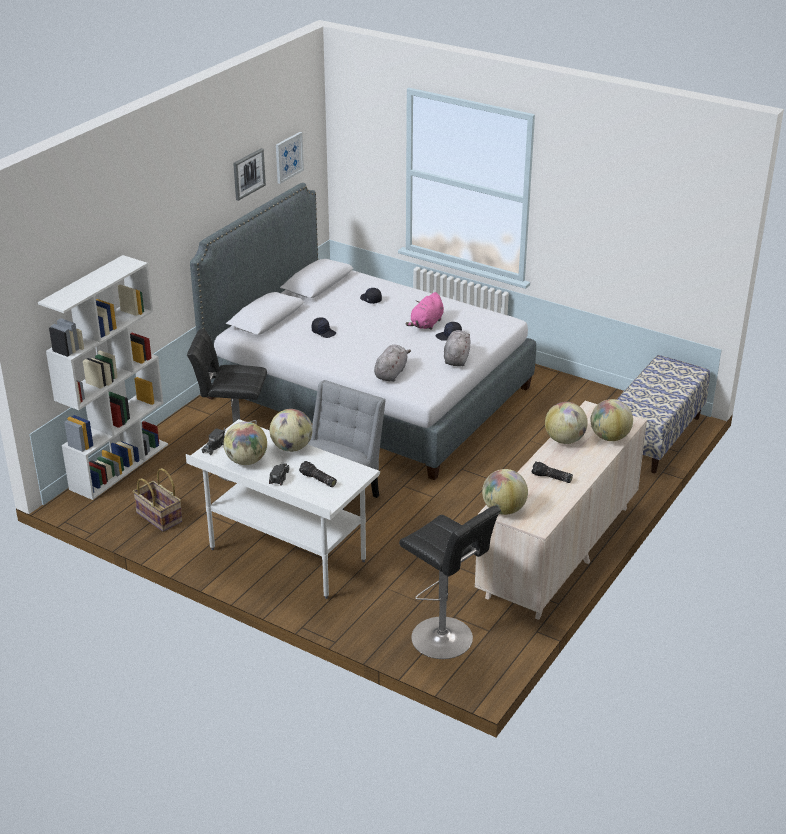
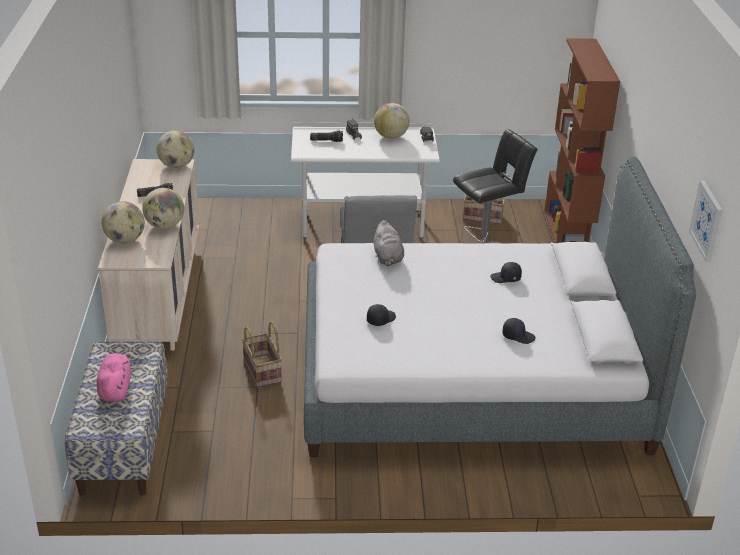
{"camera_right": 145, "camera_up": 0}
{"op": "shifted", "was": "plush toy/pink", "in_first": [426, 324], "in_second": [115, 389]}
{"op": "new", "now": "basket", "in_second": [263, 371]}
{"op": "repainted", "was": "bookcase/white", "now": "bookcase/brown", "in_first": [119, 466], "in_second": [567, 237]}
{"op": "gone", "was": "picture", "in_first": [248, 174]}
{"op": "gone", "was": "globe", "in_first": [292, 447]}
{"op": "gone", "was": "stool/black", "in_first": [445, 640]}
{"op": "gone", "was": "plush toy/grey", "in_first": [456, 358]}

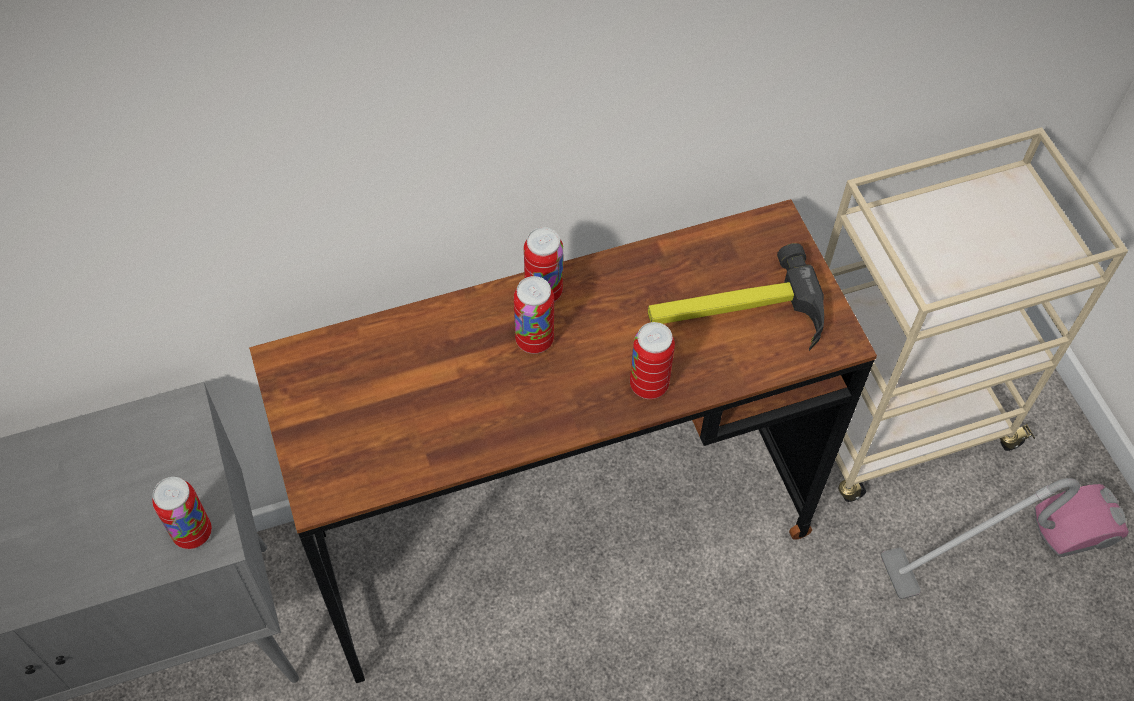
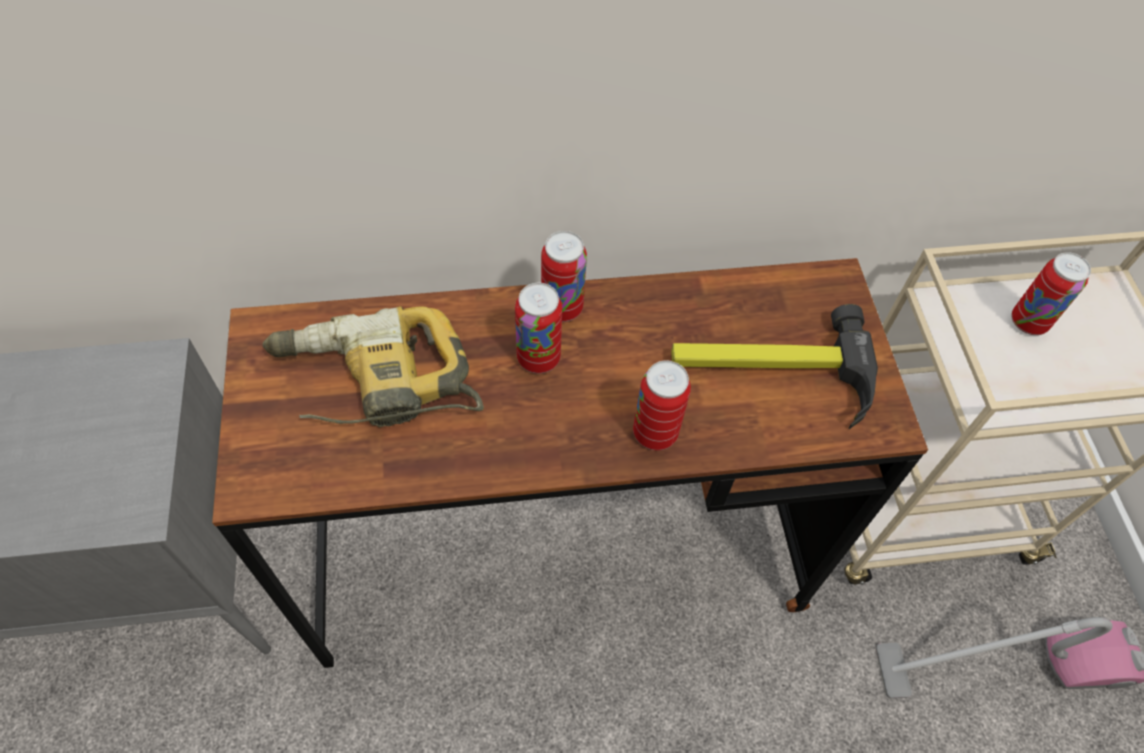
{"camera_right": 10, "camera_up": 0}
{"op": "new", "now": "power drill", "in_second": [374, 383]}
{"op": "shifted", "was": "can", "in_first": [192, 533], "in_second": [1028, 322]}

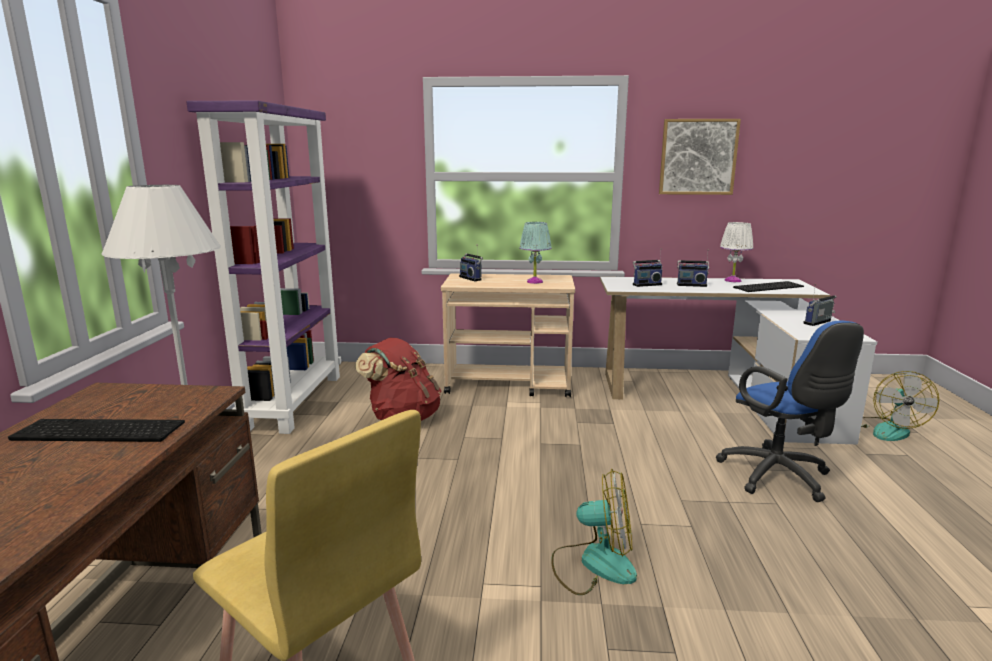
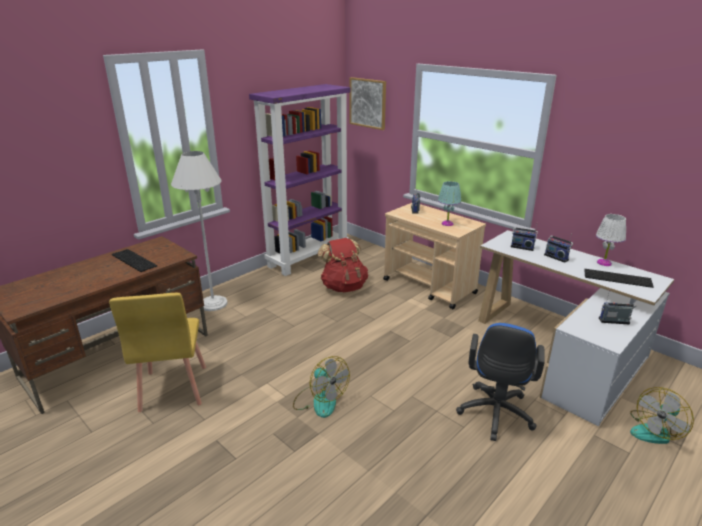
{"camera_right": 40, "camera_up": 10}
{"op": "shifted", "was": "picture", "in_first": [698, 157], "in_second": [368, 103]}

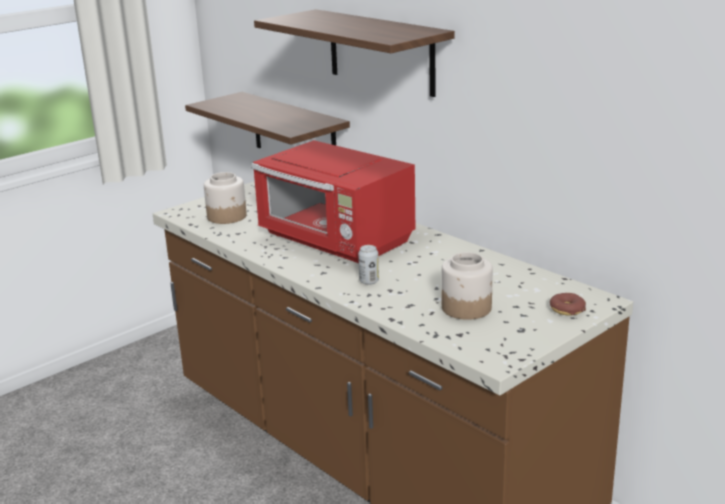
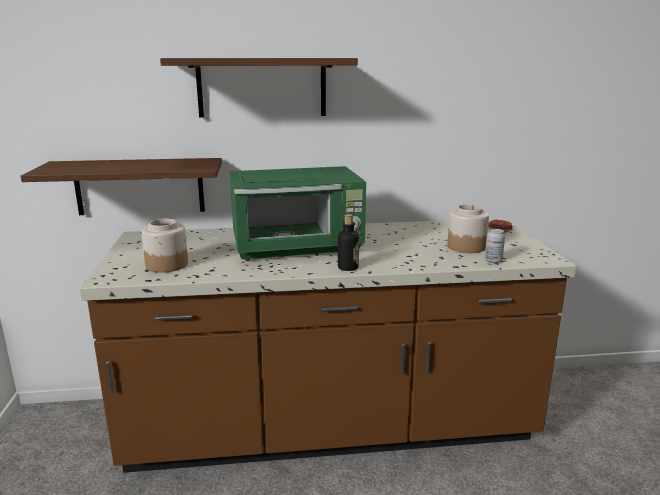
{"camera_right": -55, "camera_up": -5}
{"op": "repainted", "was": "microwave/red", "now": "microwave/green", "in_first": [336, 241], "in_second": [298, 248]}
{"op": "new", "now": "bottle", "in_second": [348, 267]}
{"op": "shifted", "was": "can", "in_first": [369, 281], "in_second": [493, 260]}

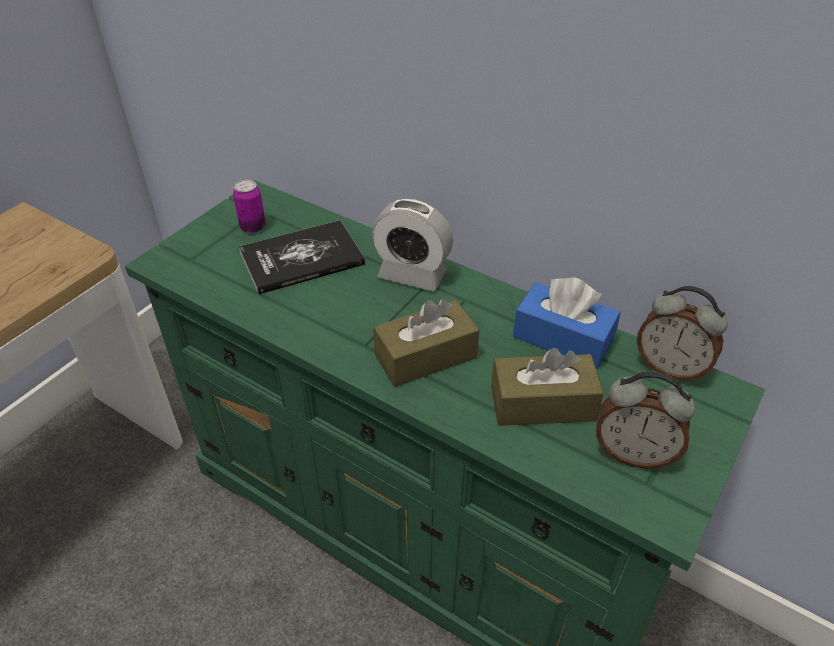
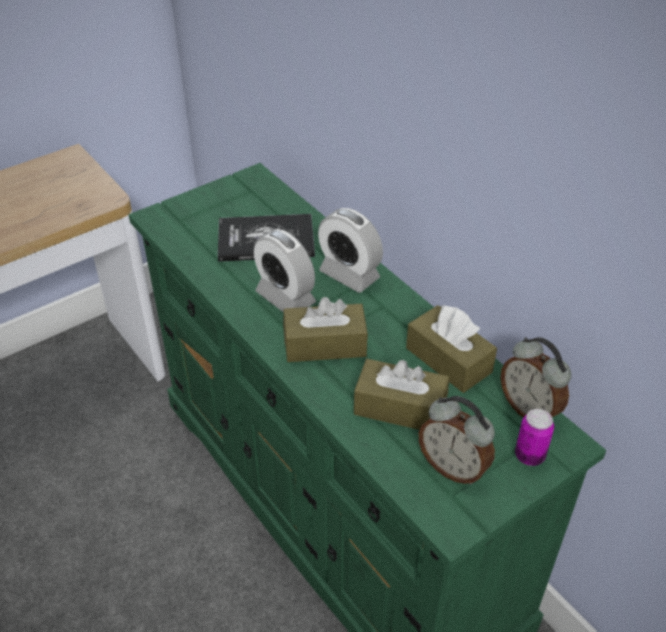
{"camera_right": 20, "camera_up": 0}
{"op": "new", "now": "alarm clock", "in_second": [285, 297]}
{"op": "repainted", "was": "tissue box/blue", "now": "tissue box/brown", "in_first": [562, 338], "in_second": [448, 360]}
{"op": "shifted", "was": "can", "in_first": [253, 227], "in_second": [529, 456]}

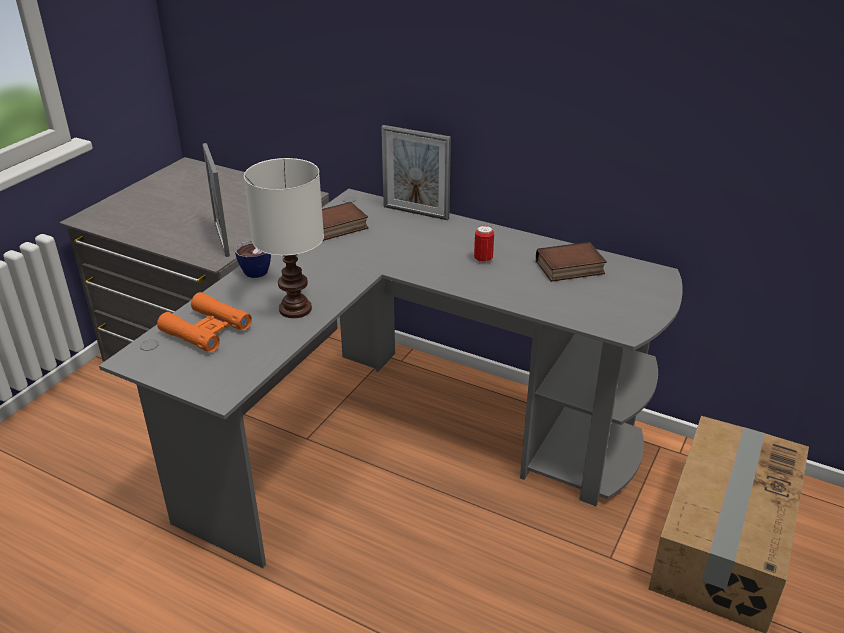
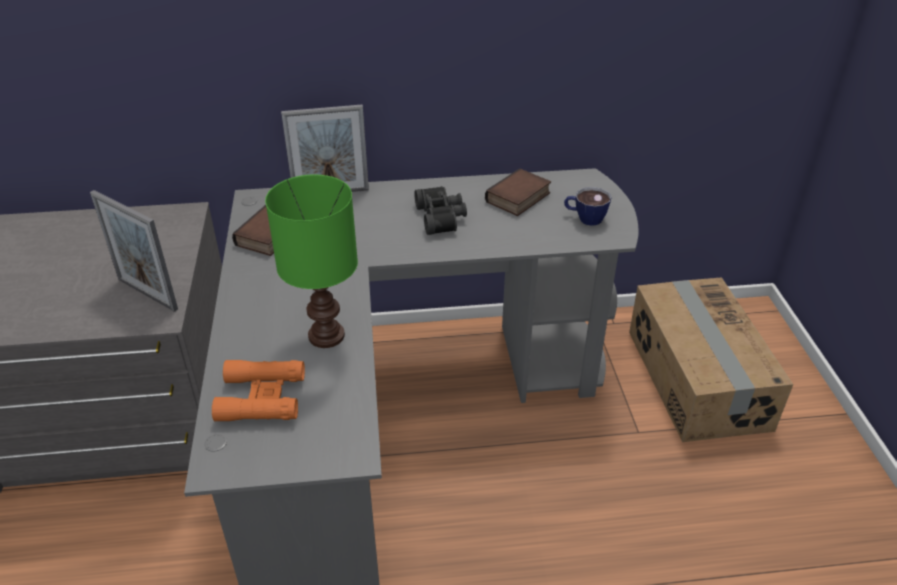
{"camera_right": -35, "camera_up": 5}
{"op": "repainted", "was": "table lamp/white", "now": "table lamp/green", "in_first": [294, 309], "in_second": [325, 336]}
{"op": "swapped", "was": "can", "now": "binoculars/black", "in_first": [483, 260], "in_second": [442, 217]}
{"op": "shifted", "was": "cup", "in_first": [253, 269], "in_second": [584, 218]}

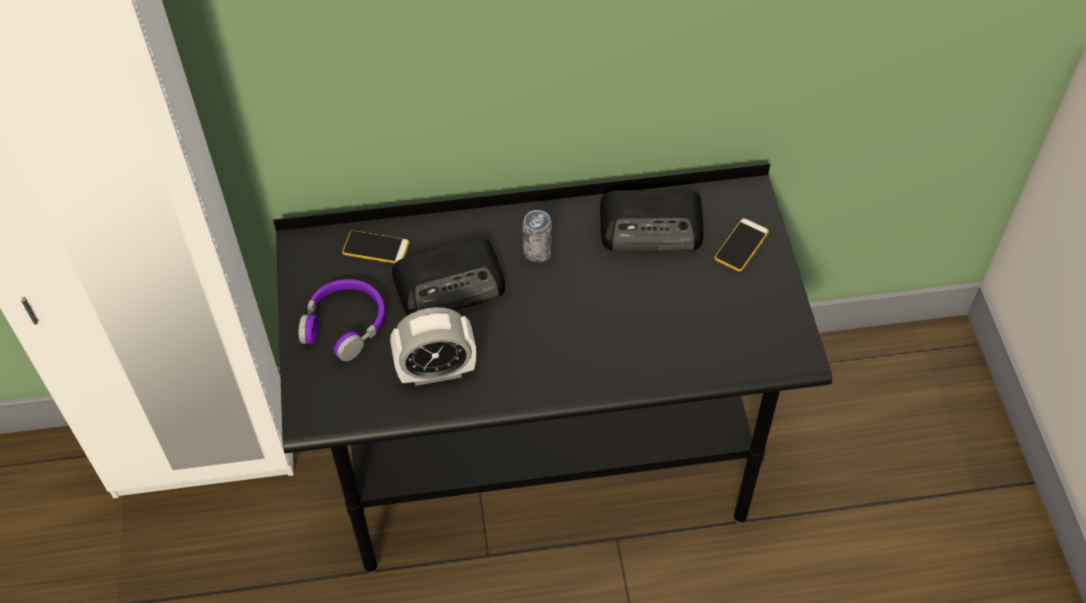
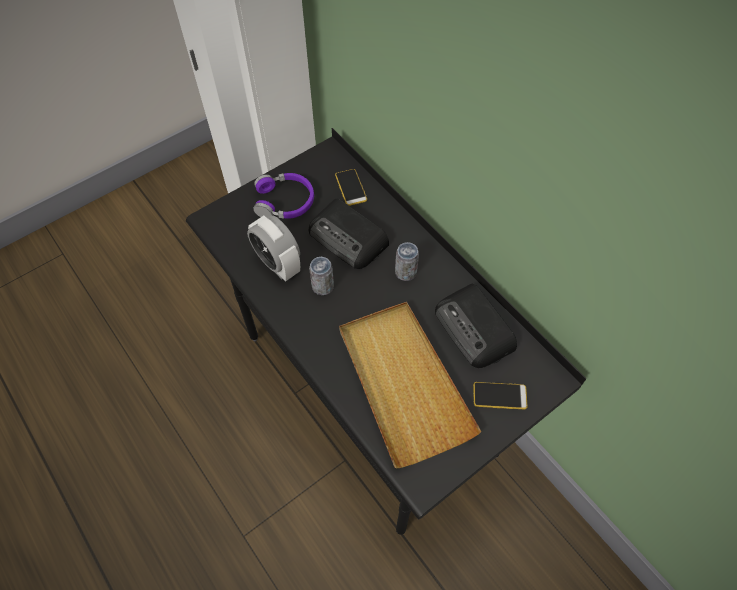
{"camera_right": 60, "camera_up": 5}
{"op": "new", "now": "can", "in_second": [322, 286]}
{"op": "new", "now": "tray/beige", "in_second": [403, 382]}

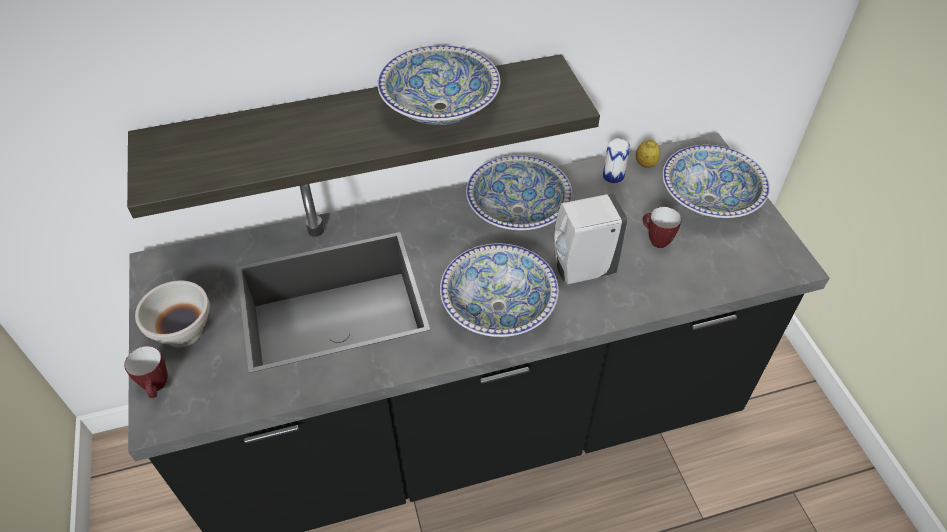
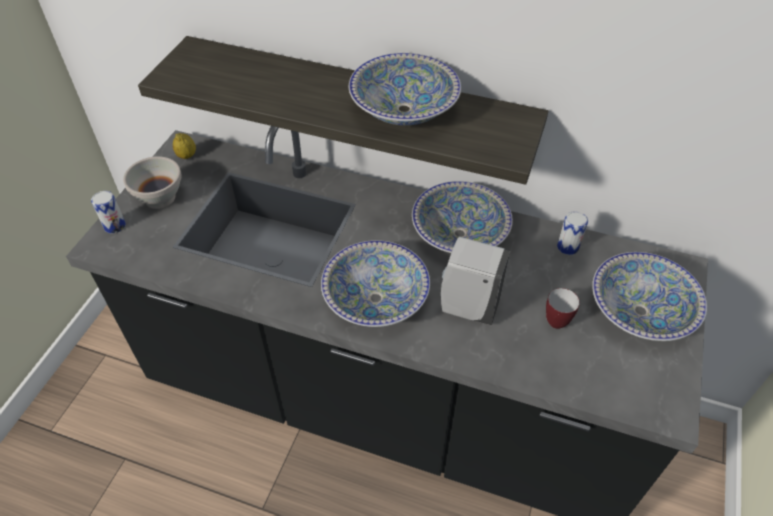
{"camera_right": 35, "camera_up": 0}
{"op": "swapped", "was": "mug", "now": "can", "in_first": [158, 388], "in_second": [115, 226]}
{"op": "shifted", "was": "lemon", "in_first": [645, 164], "in_second": [187, 156]}

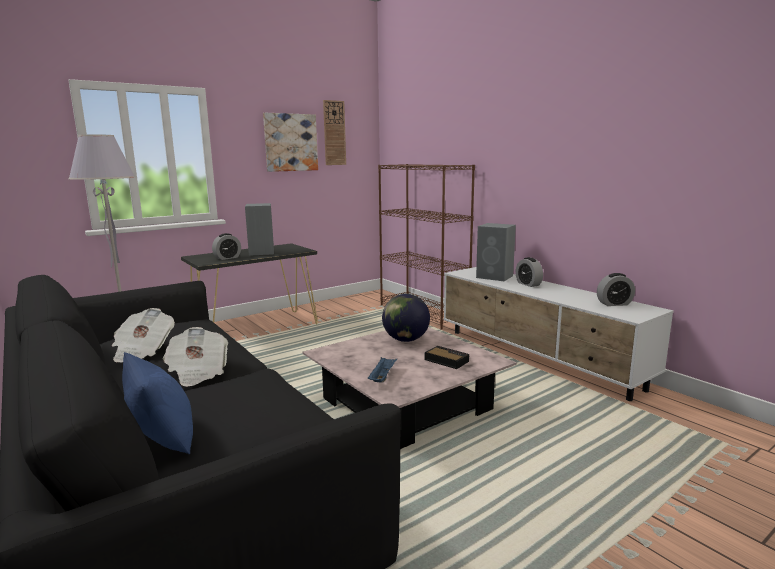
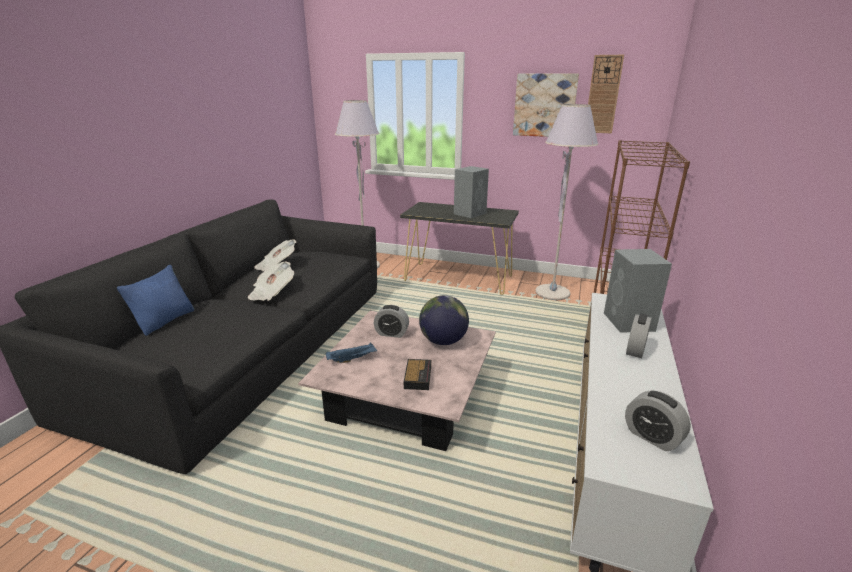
{"camera_right": 55, "camera_up": 10}
{"op": "shifted", "was": "alarm clock", "in_first": [227, 258], "in_second": [391, 333]}
{"op": "new", "now": "floor lamp/grey", "in_second": [552, 293]}

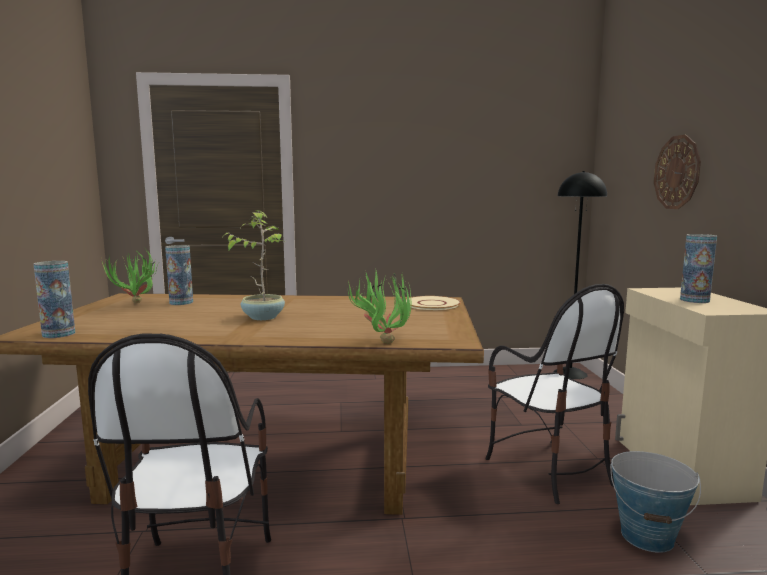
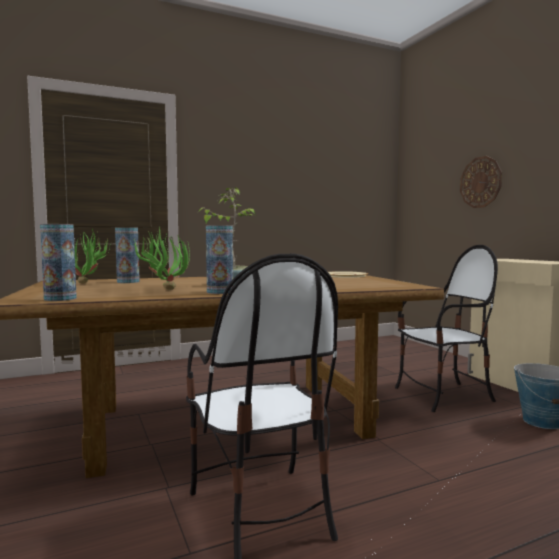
{"camera_right": -20, "camera_up": -5}
{"op": "shifted", "was": "potted plant", "in_first": [381, 341], "in_second": [164, 289]}
{"op": "shifted", "was": "vase", "in_first": [694, 300], "in_second": [220, 292]}
{"op": "rotated", "was": "chair", "in_first": [548, 470], "in_second": [443, 396], "clockwise": -60}
{"op": "gone", "was": "floor lamp/black", "in_first": [570, 373]}

